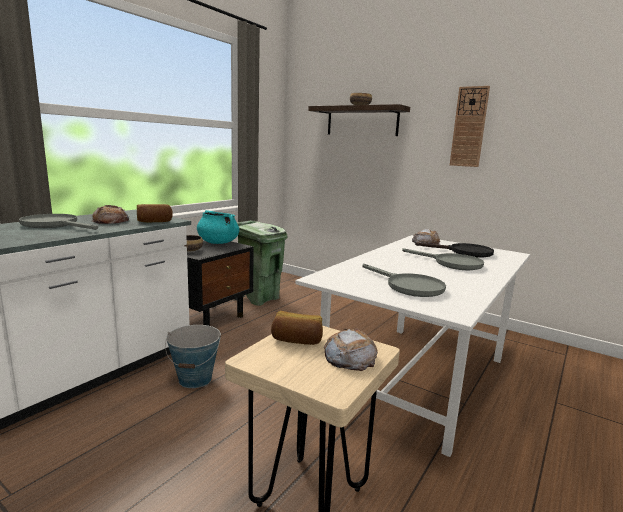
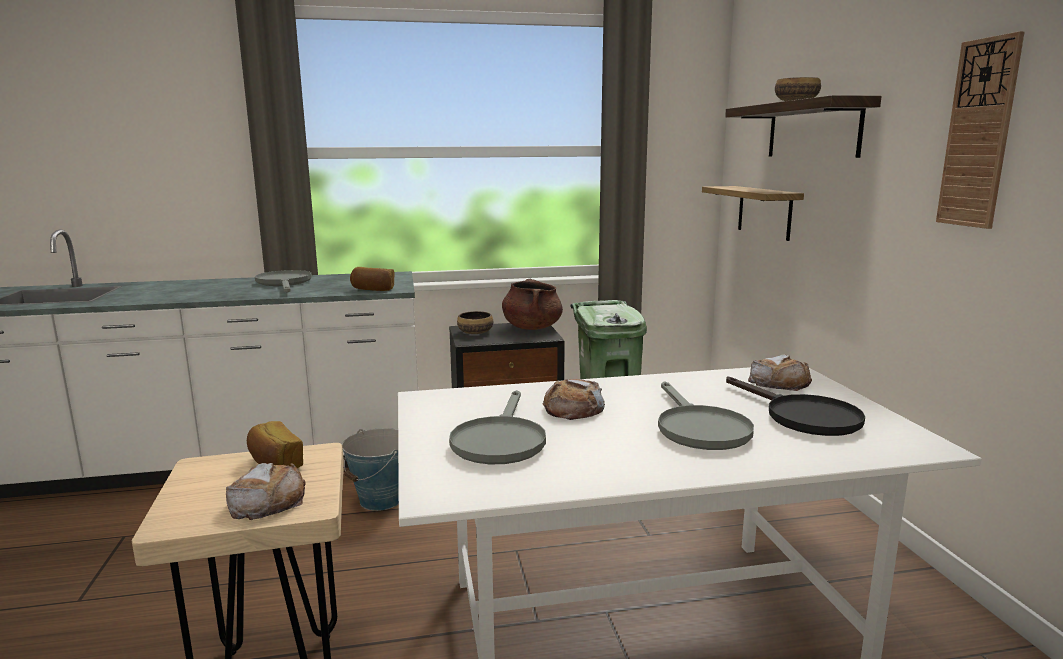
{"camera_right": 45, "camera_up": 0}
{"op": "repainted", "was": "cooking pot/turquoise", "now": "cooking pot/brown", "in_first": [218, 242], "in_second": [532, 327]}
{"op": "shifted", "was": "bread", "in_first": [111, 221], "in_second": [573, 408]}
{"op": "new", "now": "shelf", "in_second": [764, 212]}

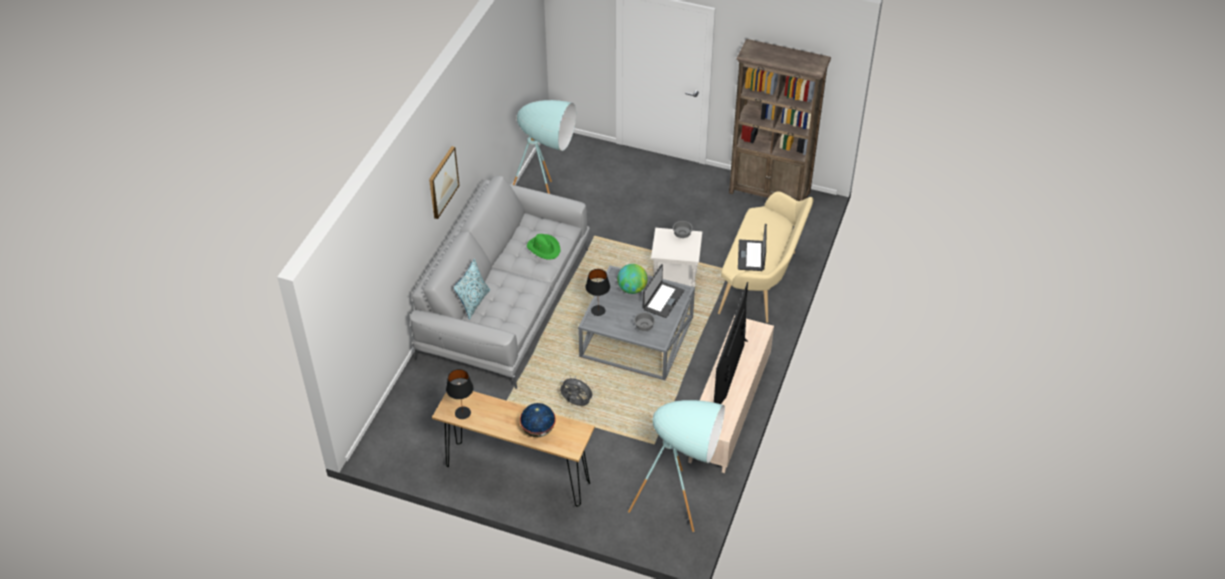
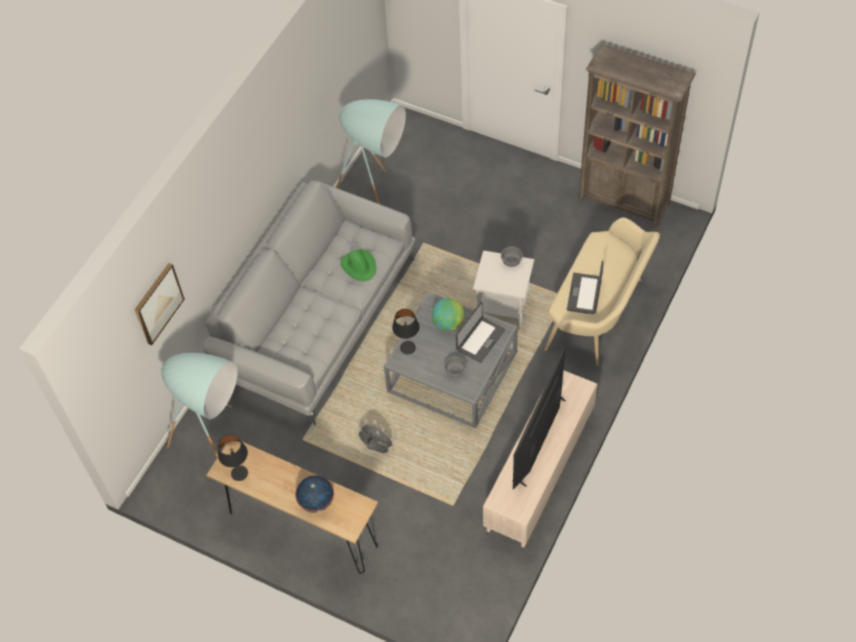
{"camera_right": 10, "camera_up": 10}
{"op": "shifted", "was": "picture", "in_first": [442, 182], "in_second": [158, 303]}
{"op": "shifted", "was": "floor lamp/turquoise", "in_first": [681, 509], "in_second": [220, 448]}
{"op": "gone", "was": "pillow", "in_first": [474, 302]}

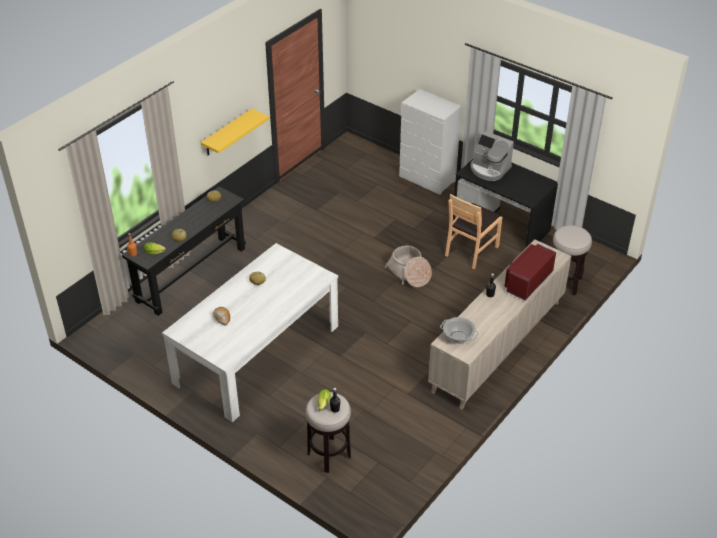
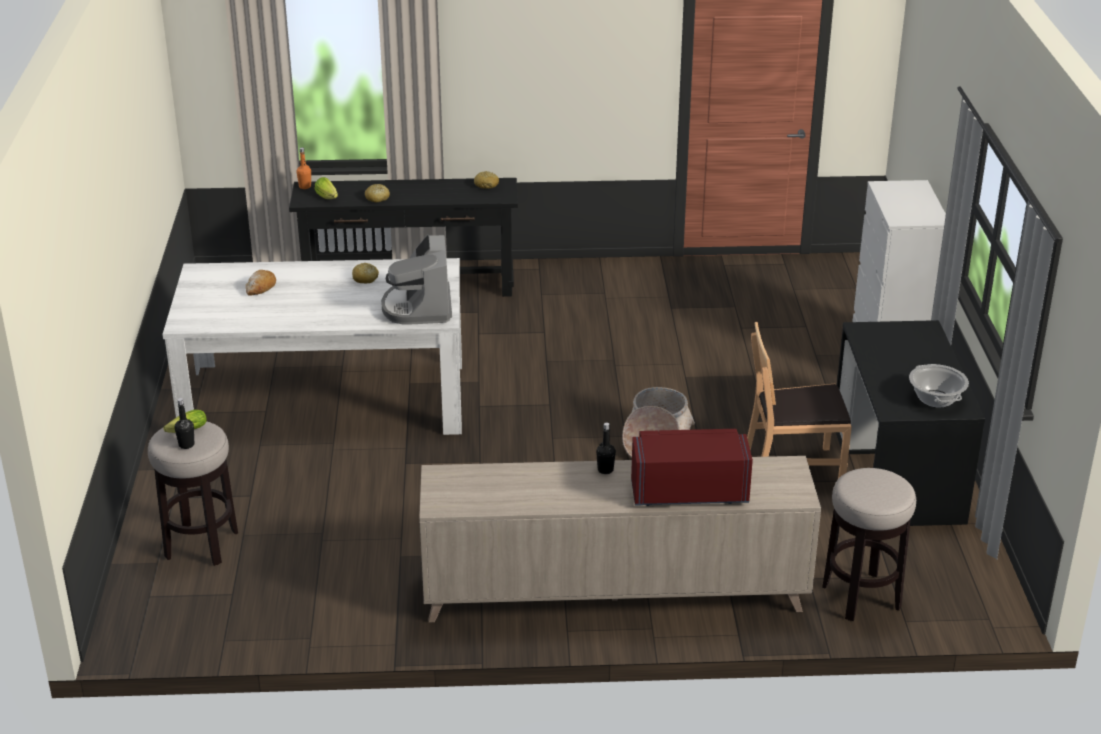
{"camera_right": 50, "camera_up": -10}
{"op": "shifted", "was": "coffee machine", "in_first": [489, 169], "in_second": [419, 307]}
{"op": "shifted", "was": "cooking pot", "in_first": [458, 337], "in_second": [935, 399]}
{"op": "gone", "was": "shelf/yellow", "in_first": [227, 133]}

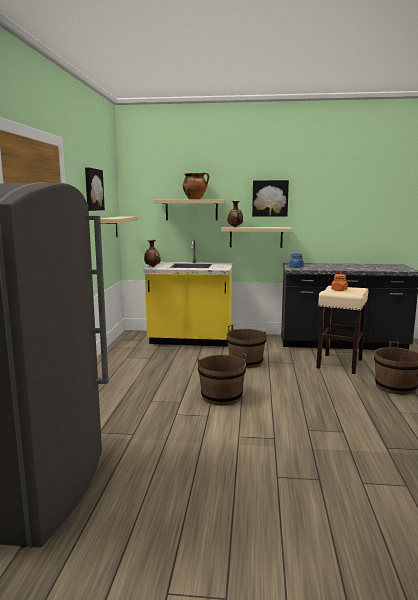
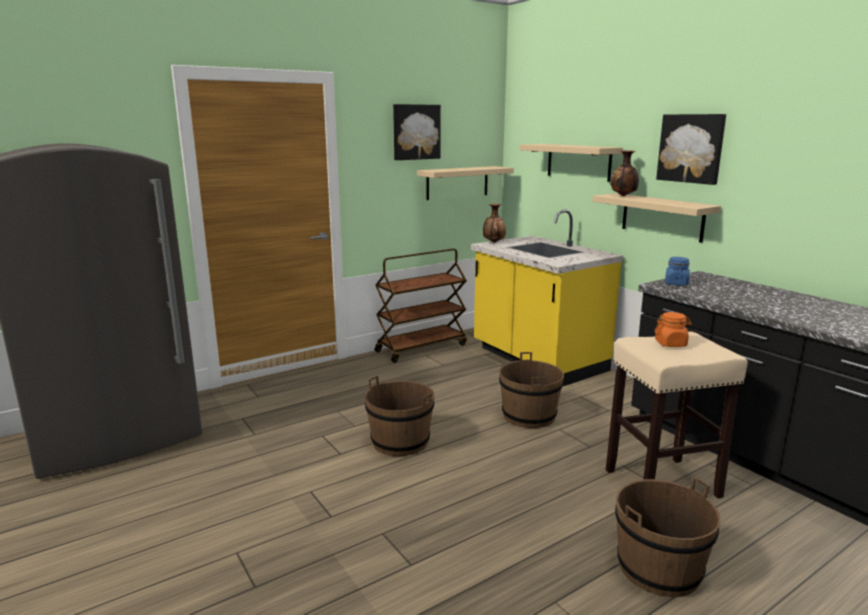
{"camera_right": 50, "camera_up": 5}
{"op": "new", "now": "cart/brown", "in_second": [421, 348]}
{"op": "gone", "was": "cooking pot", "in_first": [195, 199]}

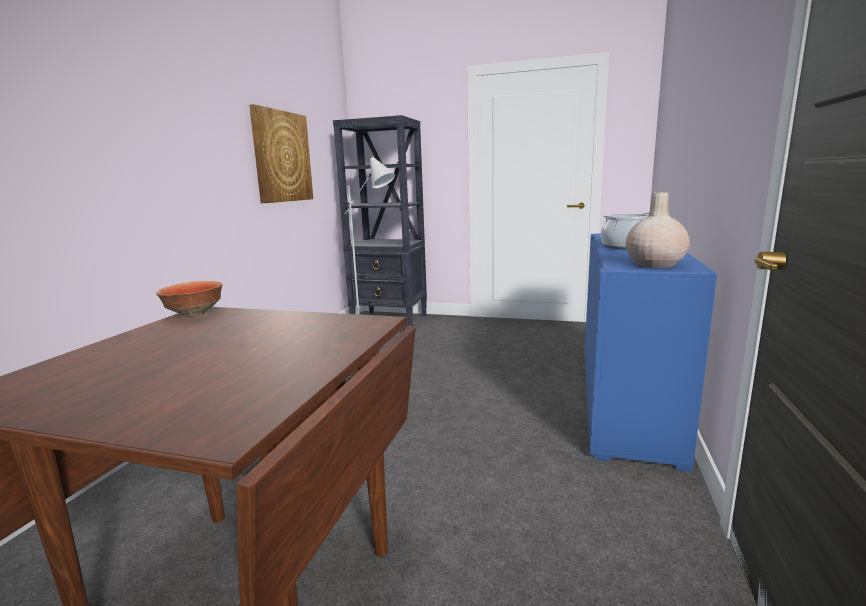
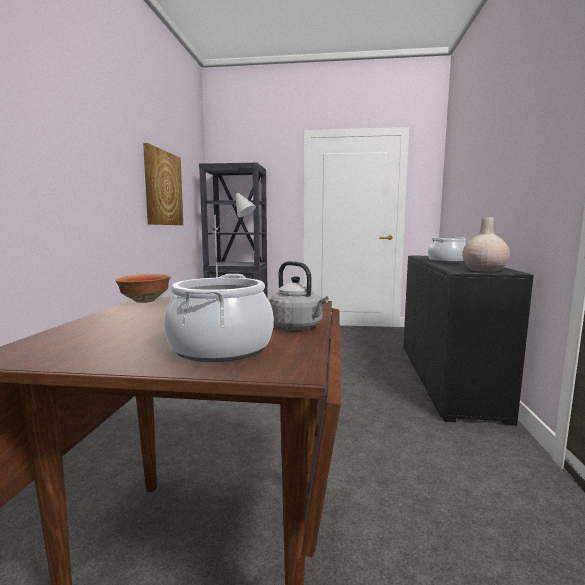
{"camera_right": -10, "camera_up": -5}
{"op": "new", "now": "cooking pot", "in_second": [221, 348]}
{"op": "new", "now": "kettle/grey", "in_second": [298, 327]}
{"op": "repainted", "was": "cabinet/blue", "now": "cabinet/black", "in_first": [625, 399], "in_second": [446, 379]}

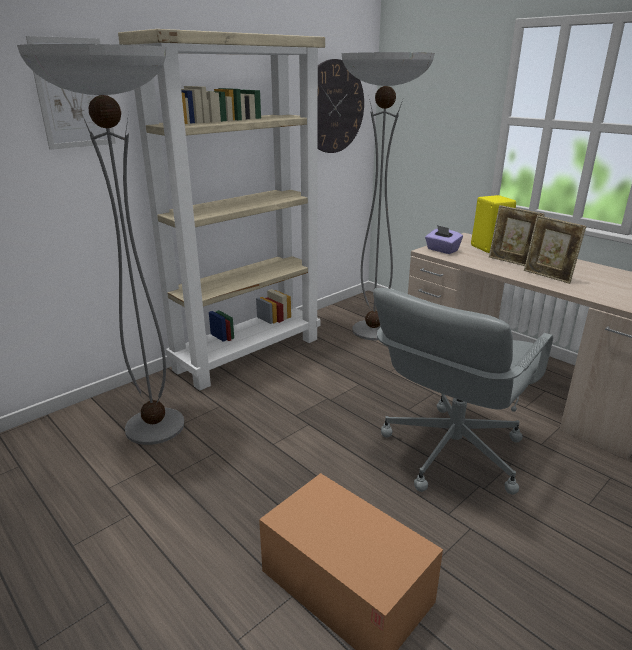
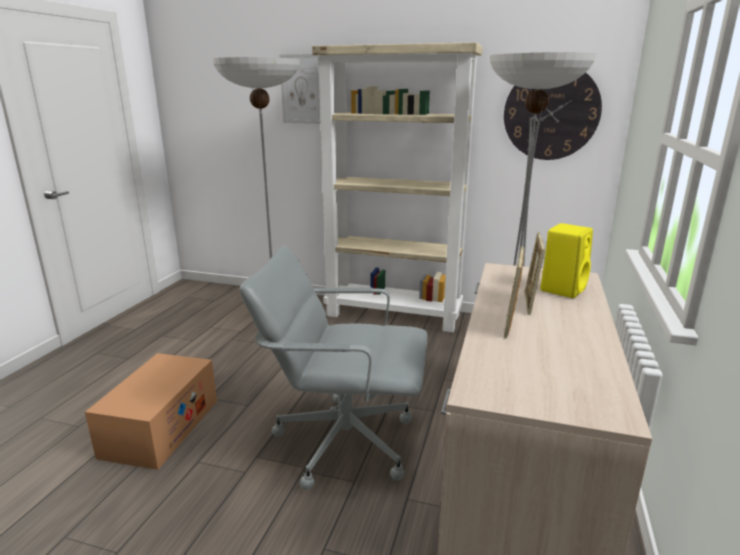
{"camera_right": 60, "camera_up": -5}
{"op": "gone", "was": "tissue box/purple", "in_first": [442, 250]}

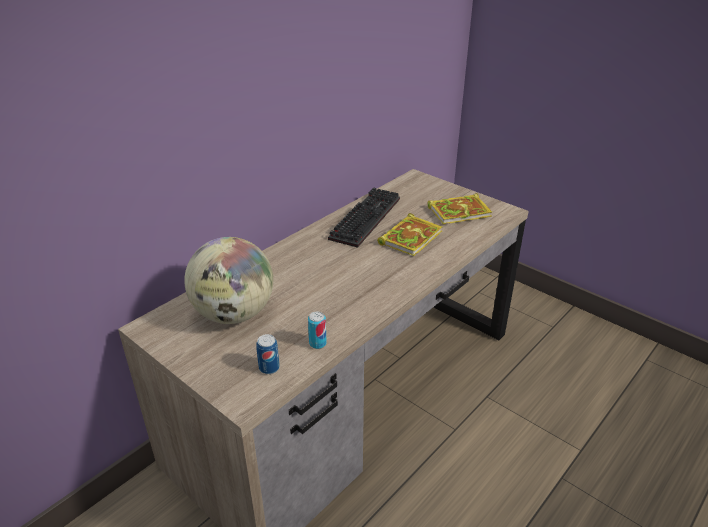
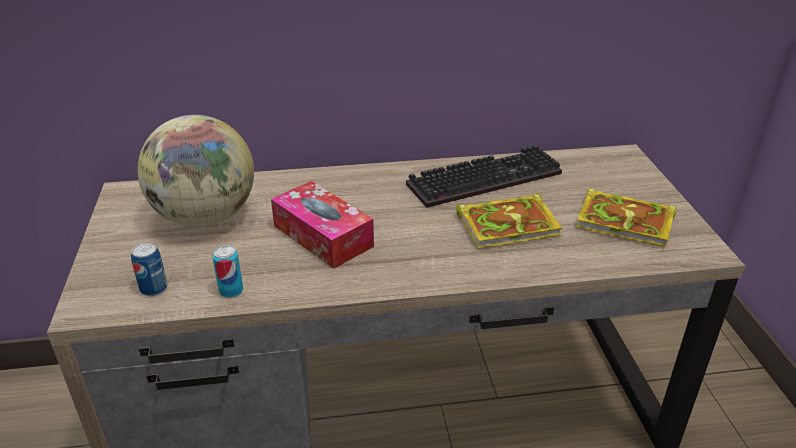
{"camera_right": 40, "camera_up": 0}
{"op": "new", "now": "tissue box", "in_second": [323, 236]}

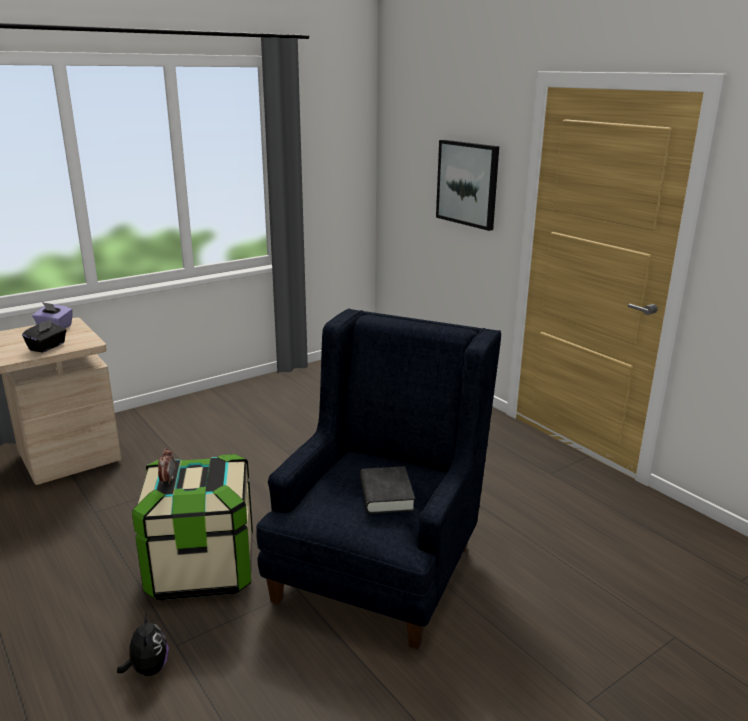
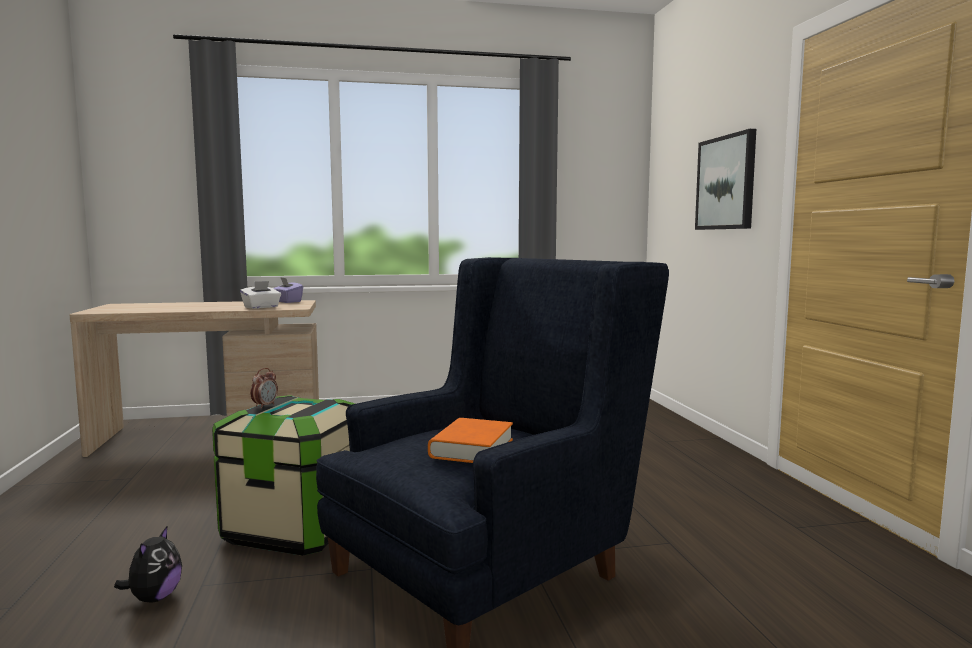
{"camera_right": 25, "camera_up": -15}
{"op": "repainted", "was": "tissue box/black", "now": "tissue box/white", "in_first": [47, 347], "in_second": [261, 307]}
{"op": "repainted", "was": "book/black", "now": "book/orange", "in_first": [386, 495], "in_second": [472, 448]}

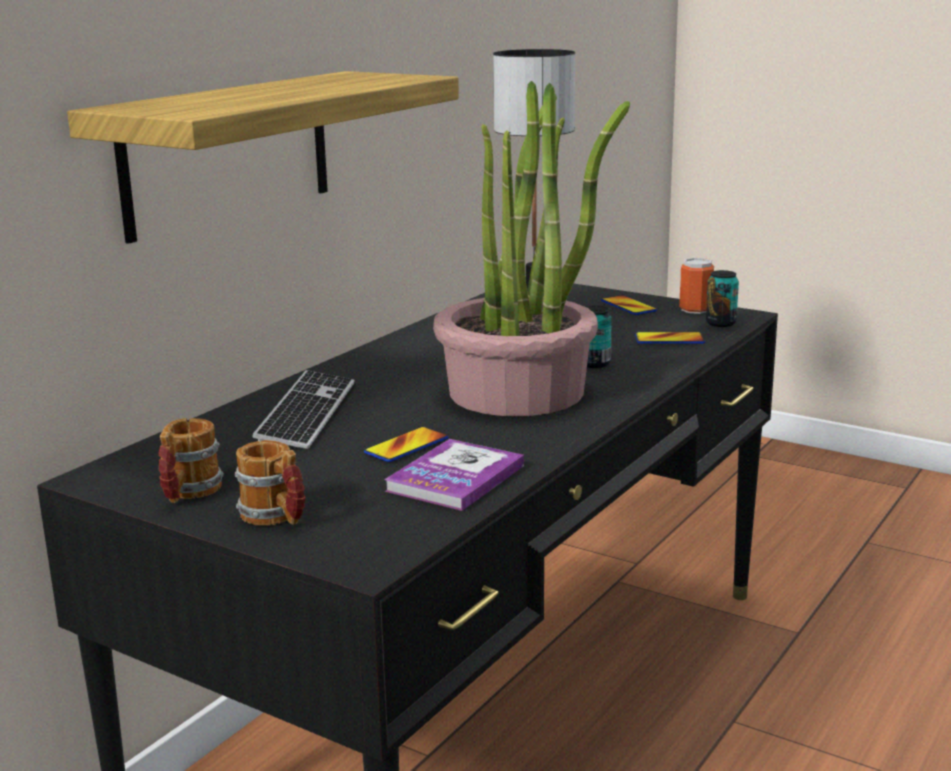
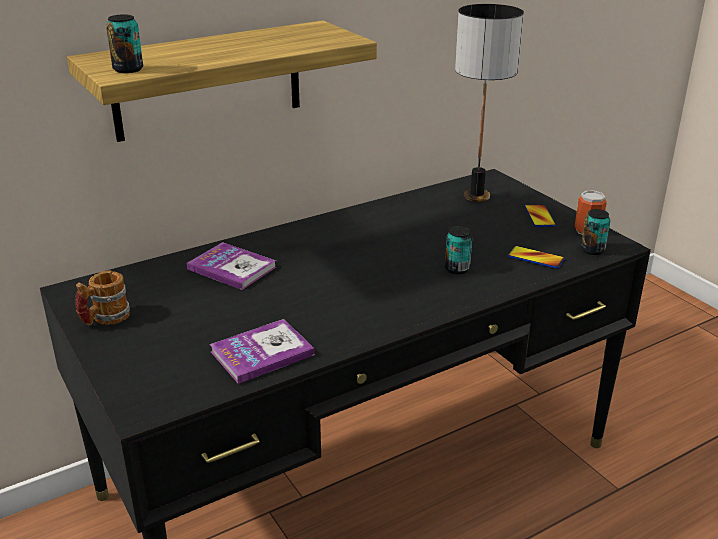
{"camera_right": 25, "camera_up": 10}
{"op": "new", "now": "can", "in_second": [128, 69]}
{"op": "swapped", "was": "keyboard", "now": "book", "in_first": [307, 413], "in_second": [232, 268]}
{"op": "gone", "was": "mug", "in_first": [276, 517]}
{"op": "gone", "was": "phone", "in_first": [406, 446]}
{"op": "gone", "was": "potted plant", "in_first": [518, 392]}

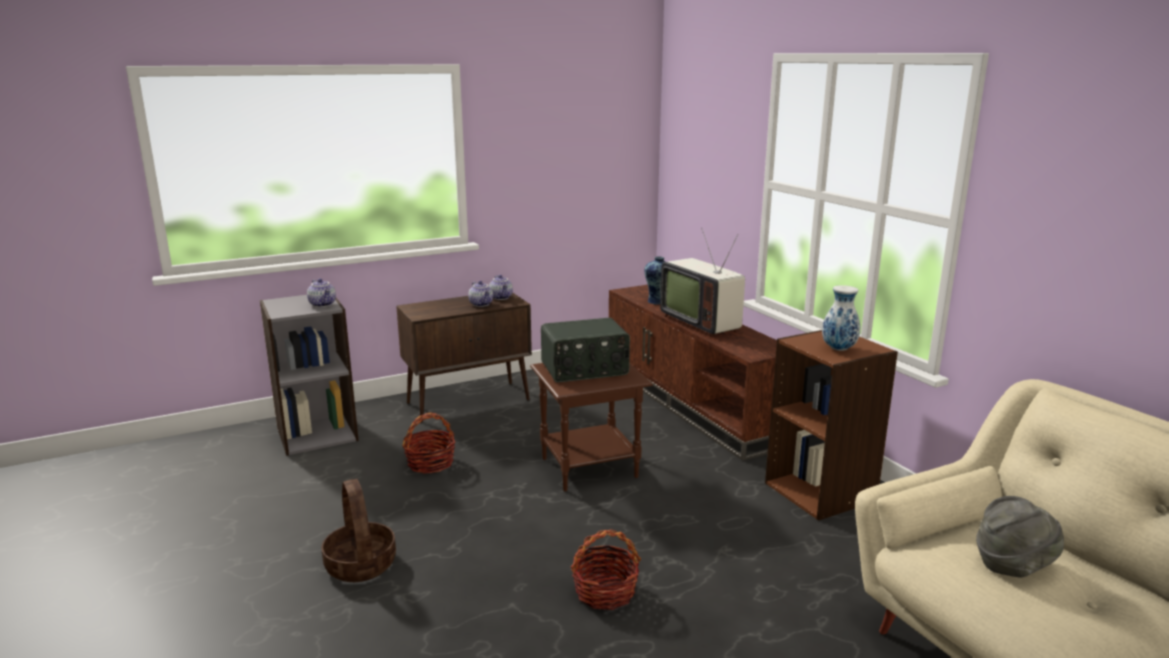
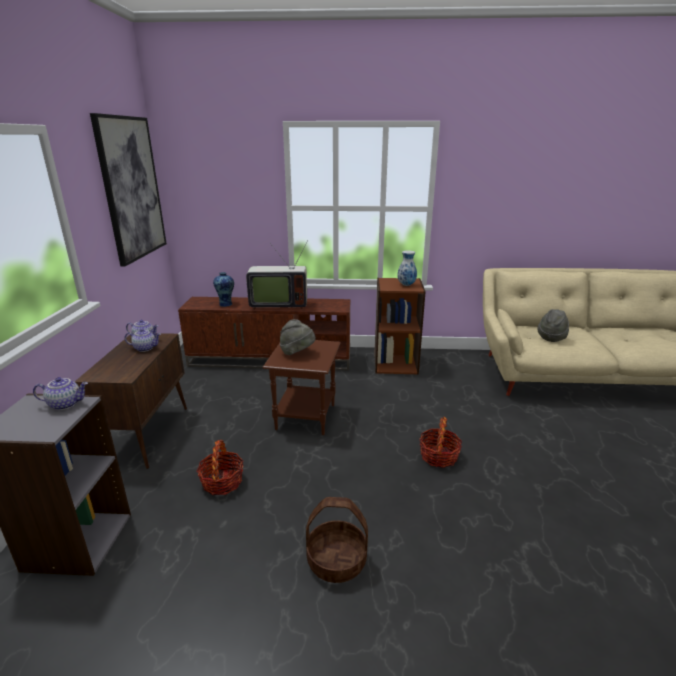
{"camera_right": -60, "camera_up": 5}
{"op": "new", "now": "picture", "in_second": [131, 189]}
{"op": "swapped", "was": "radio", "now": "hat/grey", "in_first": [585, 369], "in_second": [297, 353]}

